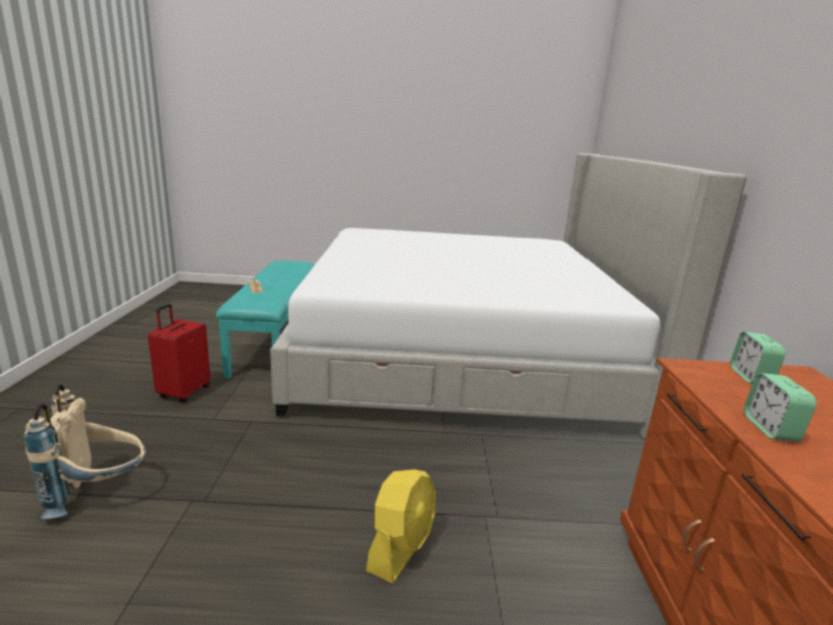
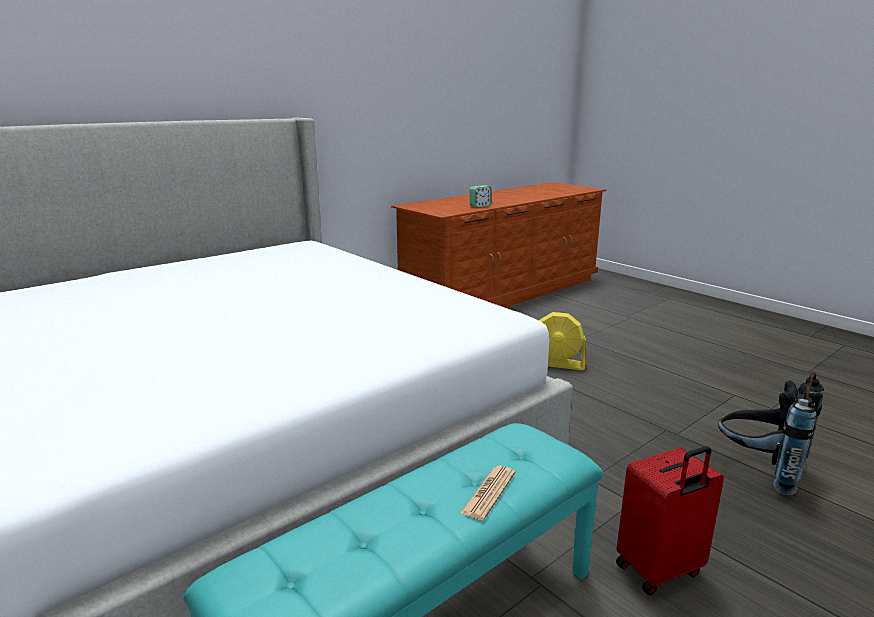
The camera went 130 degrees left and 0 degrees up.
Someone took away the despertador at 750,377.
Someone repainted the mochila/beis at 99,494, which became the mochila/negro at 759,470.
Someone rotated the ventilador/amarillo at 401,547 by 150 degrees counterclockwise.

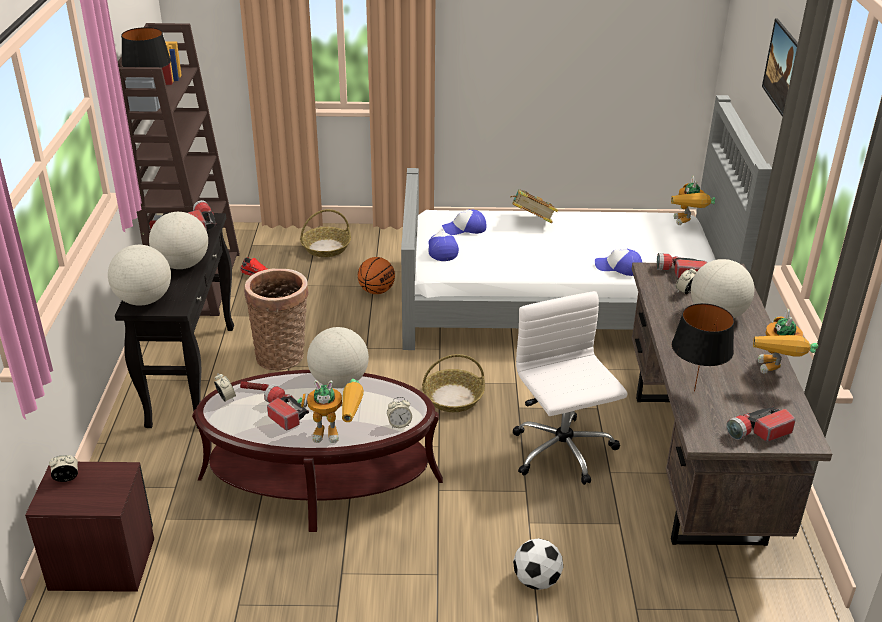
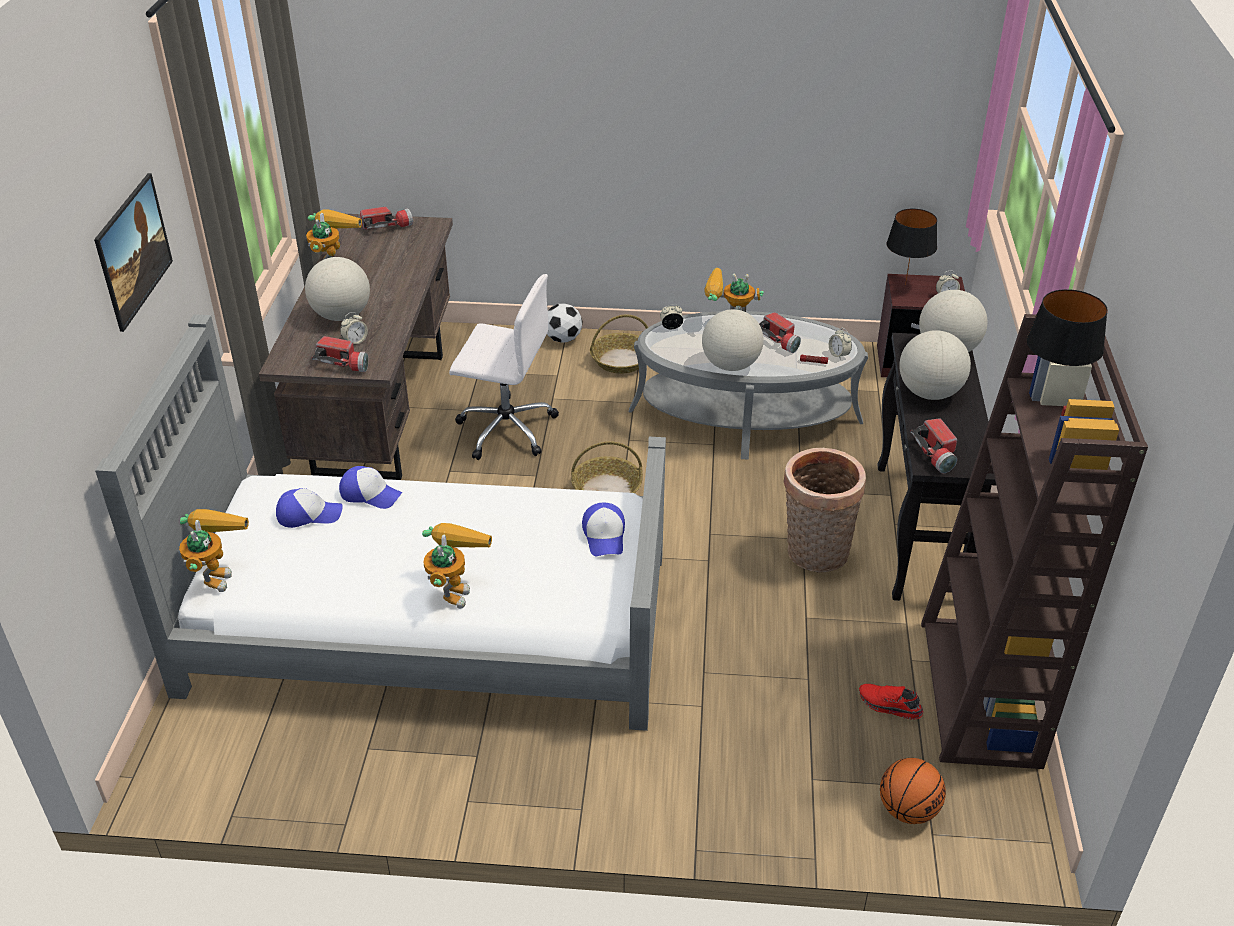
The camera went 175 degrees left and 5 degrees up.
Someone swapped the libro at 532,222 for the robot de juguete at 454,588.
Someone carried the cesta from 326,248 to 621,360.
Someone carried the gorra from 465,229 to 309,514.
Someone carried the balón de baloncesto from 376,291 to 908,810.
Someone rotated the silla de oficina/blanco at 563,452 by 60 degrees counterclockwise.
Someone carried the lámpara de mesa/negro from 694,391 to 905,285.
Someone repainted the mesa de centro/marrón at 320,478, which became the mesa de centro/gris at 745,416.

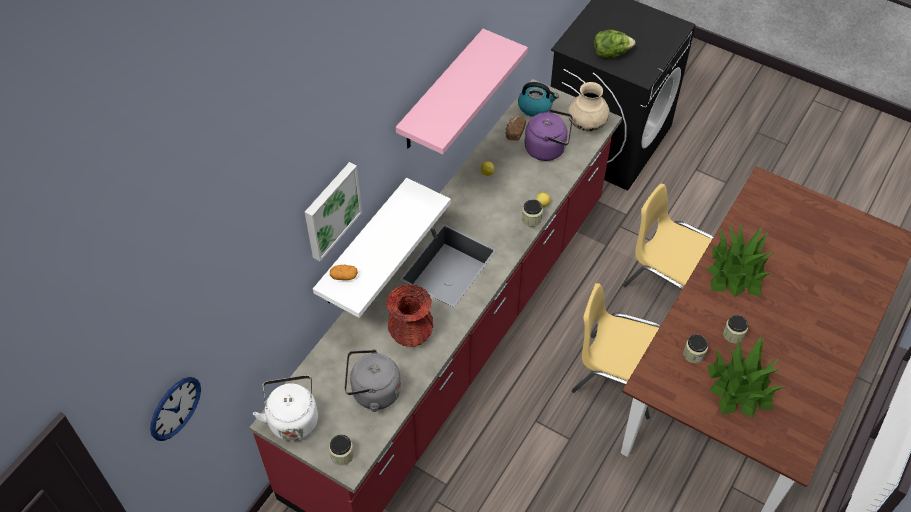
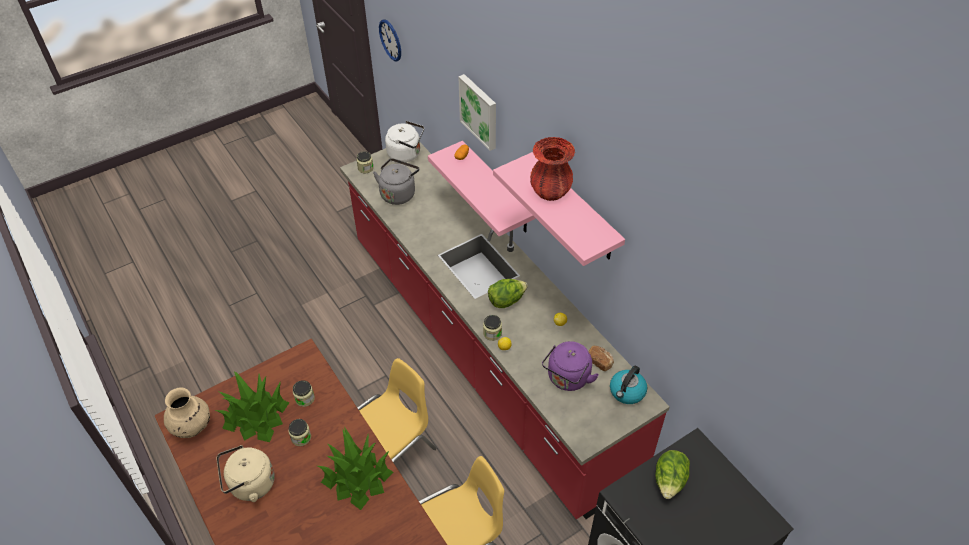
The camera went 115 degrees right and 5 degrees down.
Someone carried the florero/beis from 586,125 to 192,427.
Someone repainted the estante/blanco at 362,244, which became the estante/rosa at 497,189.
Someone carried the florero/rojo from 411,334 to 550,191.
Someone put down the lechuga at 506,300.
Someone put down the hervidor/beis at 249,485.

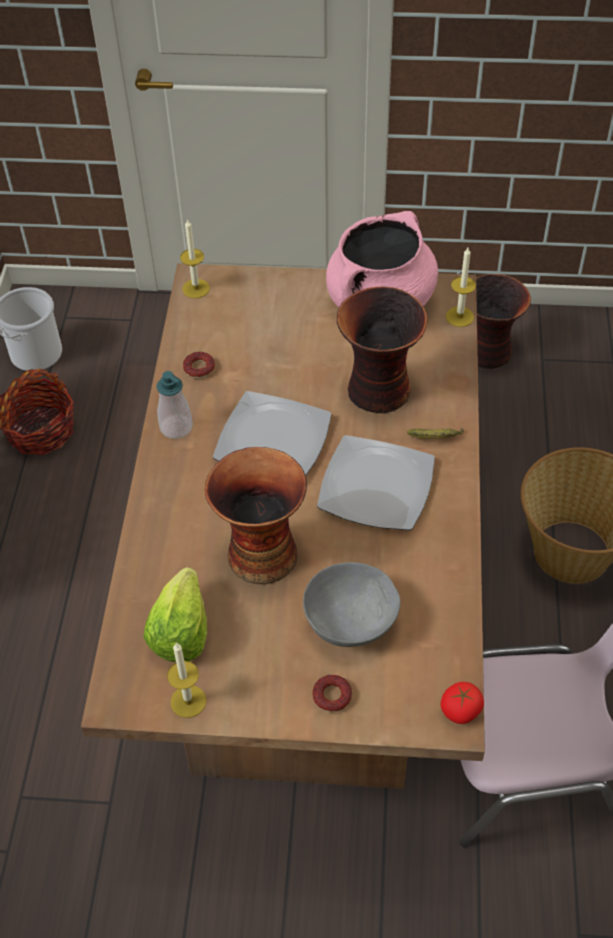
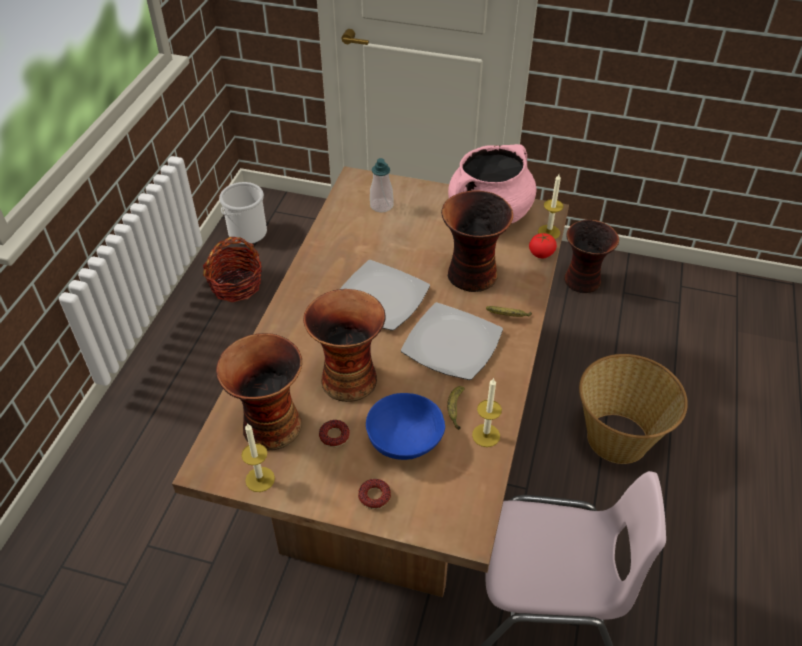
The camera went 10 degrees right and 5 degrees down.
Someone carried the vela from 196,288 to 486,435.
Someone carried the rosquilla from 199,368 to 334,436.
Someone carried the dispensador de jabón from 176,427 to 381,206.
Someone repainted the cuenco/gris at 350,621, which became the cuenco/azul at 405,441.
Someone swapped the lechuga at 181,632 for the florero at 269,426.
Someone carried the tomate from 460,710 to 541,254.
Someone put down the plátano at 455,409.

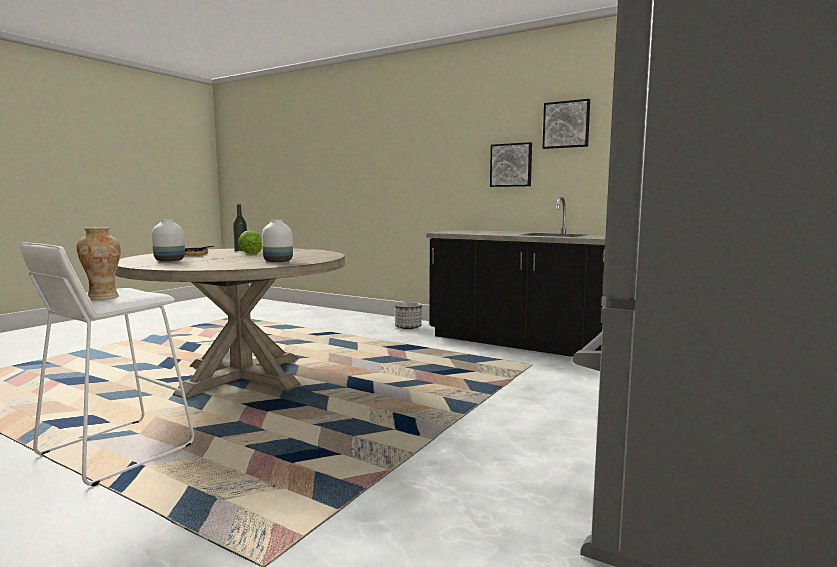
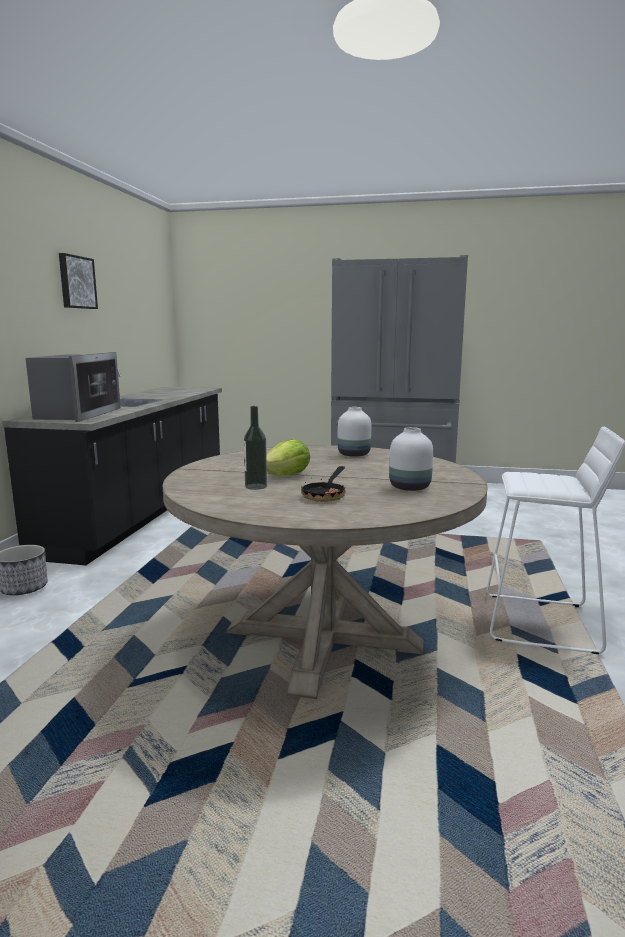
The camera went 110 degrees left and 5 degrees up.
Someone took away the cuadro at 511,165.
Someone took away the florero at 103,297.
Someone put down the microondas at 77,414.

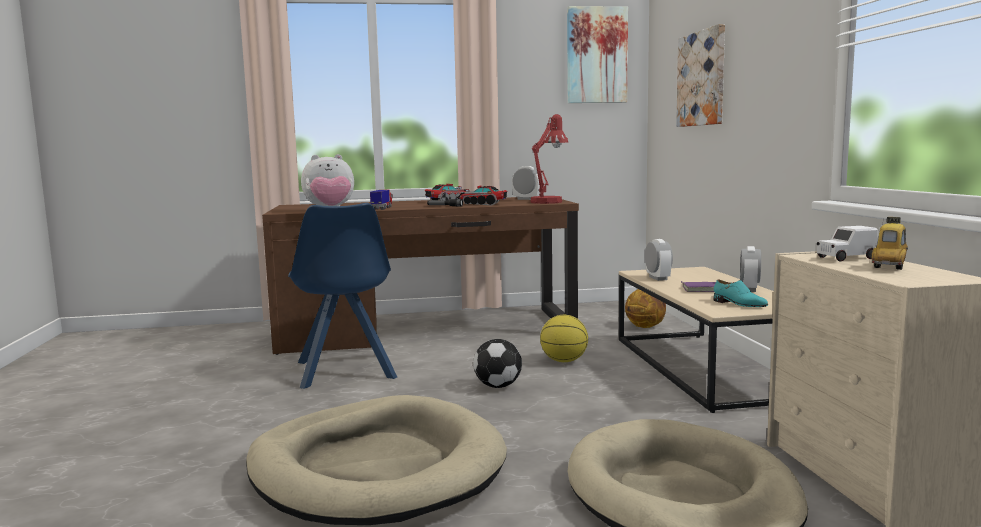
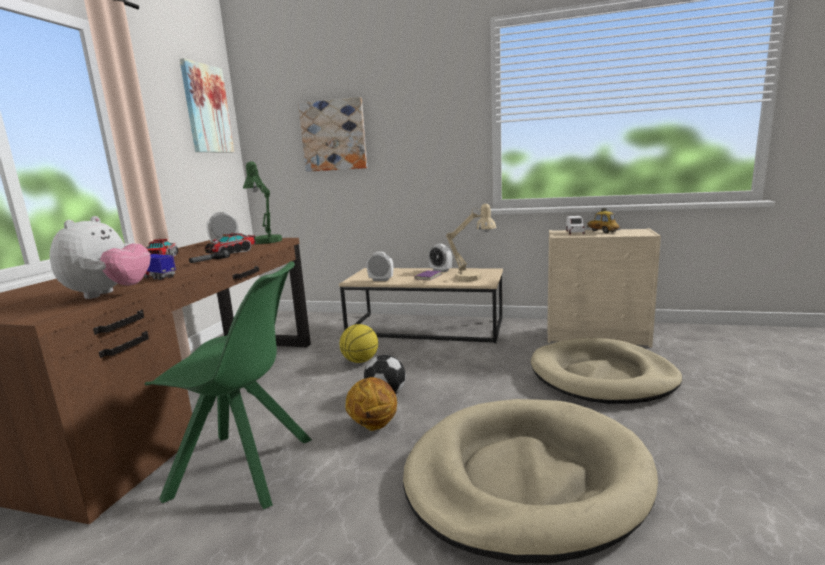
The camera went 65 degrees left and 5 degrees up.
Someone repainted the lámpara de mesa/rojo at 549,201, which became the lámpara de mesa/verde at 265,240.
Someone repainted the silla/azul at 345,371, which became the silla/verde at 246,468.
Someone swapped the zapato/turquesa at 739,304 for the lámpara de mesa/beis at 473,277.
Someone carried the balón de baloncesto from 645,326 to 373,425.

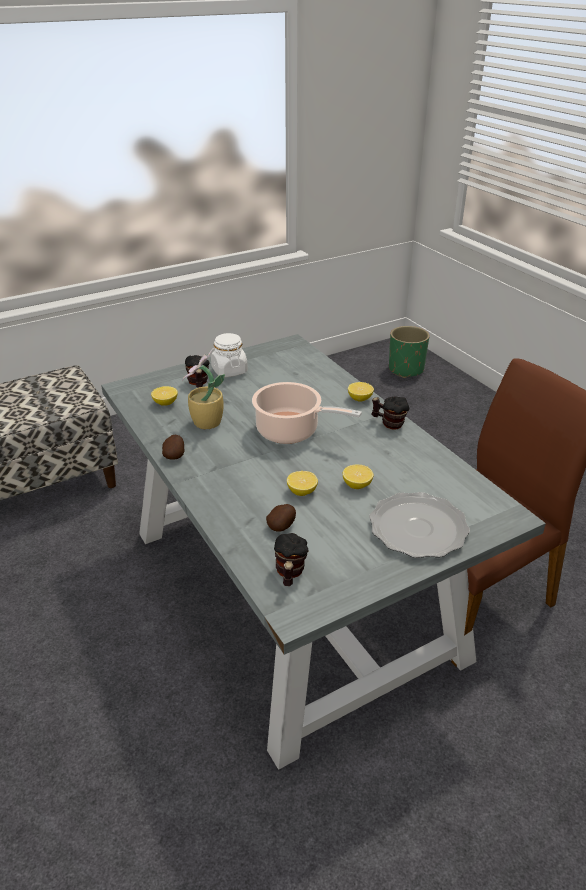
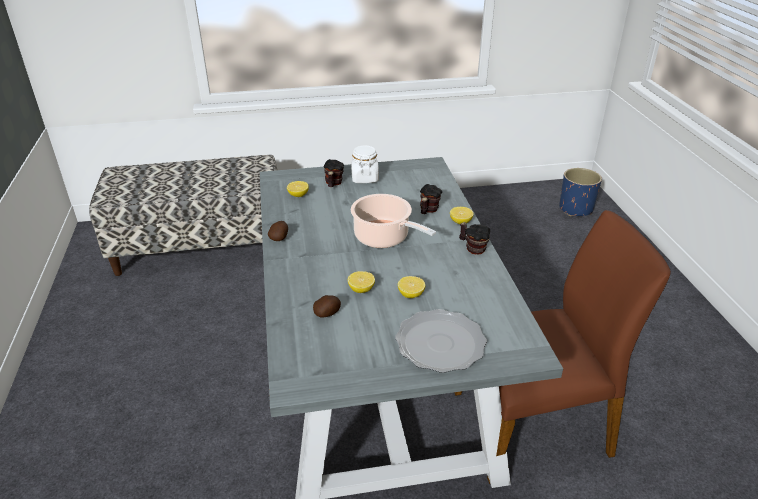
The camera went 20 degrees right and 0 degrees up.
Someone repainted the maceta/verde at 406,370, which became the maceta/azul at 575,209.
Someone took away the planta en maceta at 206,423.
Someone carried the taza grande from 289,574 to 428,211.

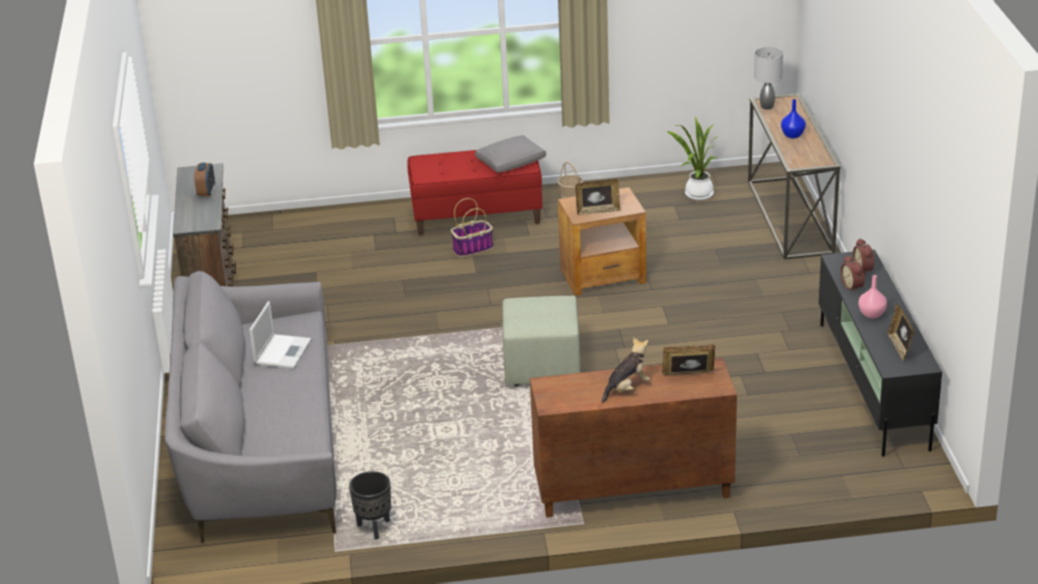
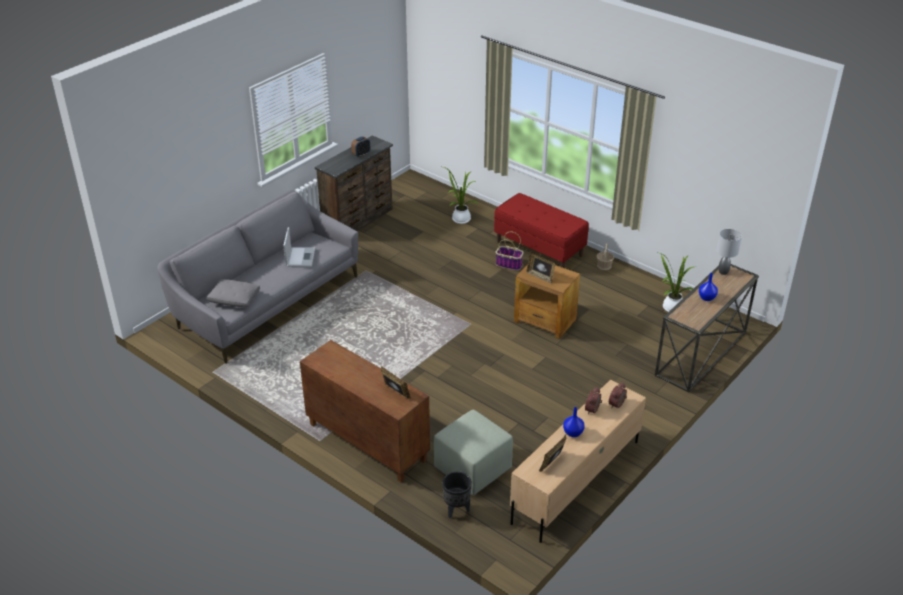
The camera went 45 degrees right and 5 degrees up.
Someone carried the cojín/gris from 510,162 to 233,299.
Someone repainted the mueble de televisión/negro at 873,386, which became the mueble de televisión/beis at 575,482.
Someone repainted the florero/rosa at 871,314, which became the florero/azul at 572,433.
Someone carried the puf/verde from 541,368 to 471,468.
Someone rotated the portátil at 283,351 by 60 degrees counterclockwise.
Someone took away the peluche at 627,388.
Someone carried the maceta/negro from 374,528 to 456,509.
Someone put down the planta en maceta at 460,219.

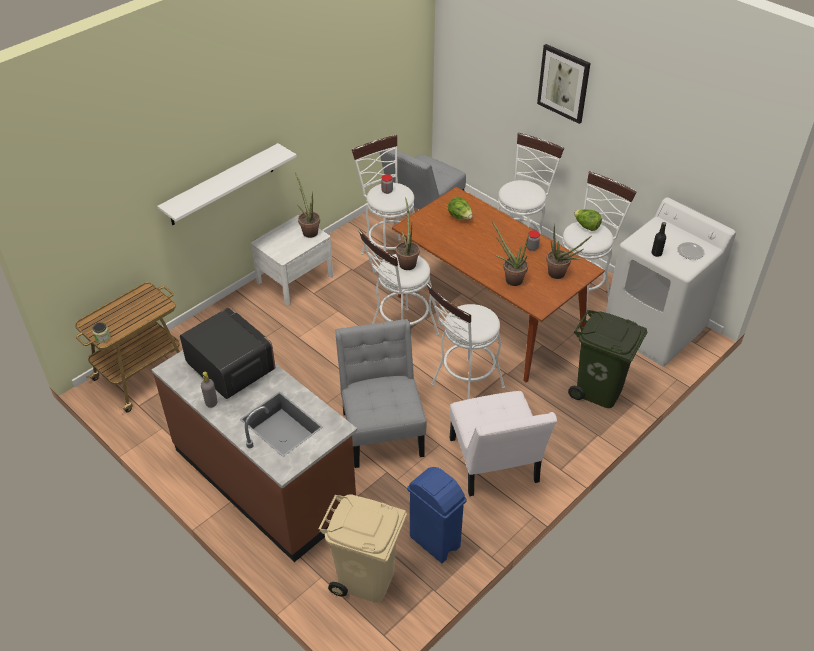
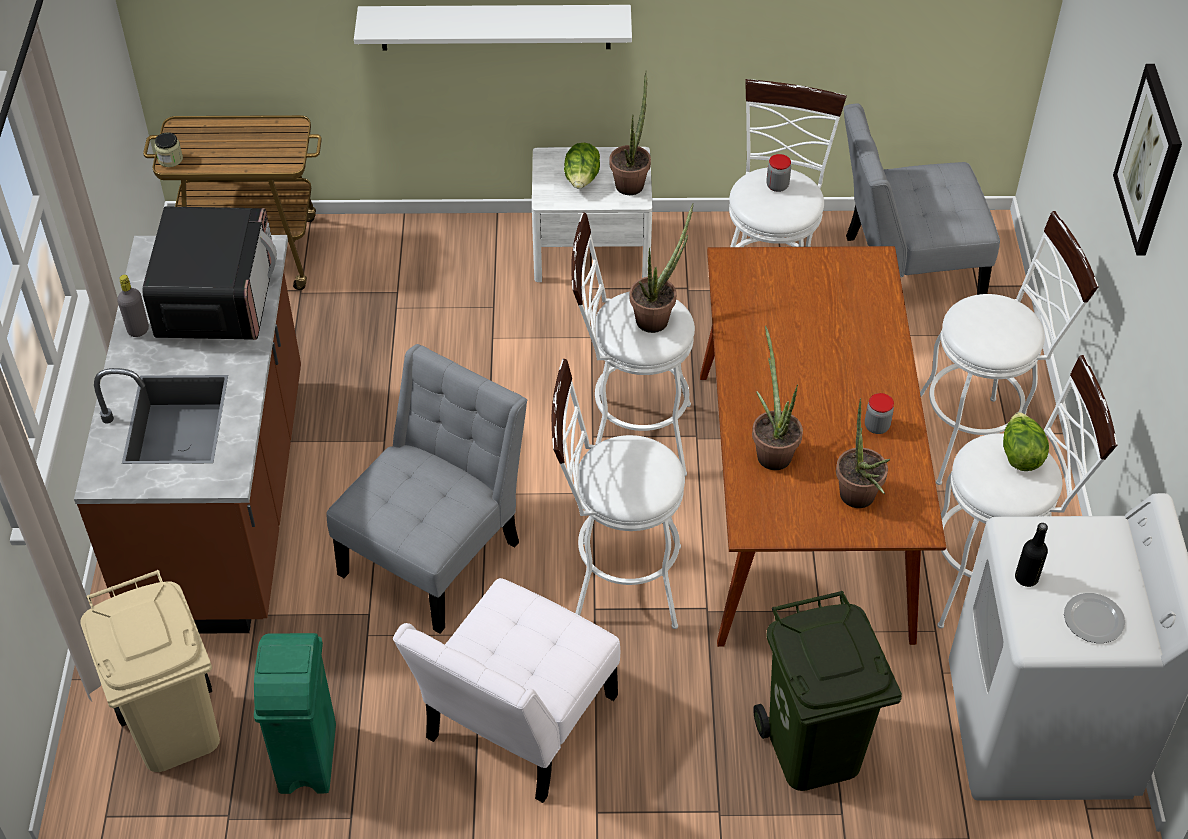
The camera went 45 degrees right and 5 degrees up.
Someone carried the lechuga from 460,217 to 582,180.
Someone repainted the papelera/azul at 435,542, which became the papelera/verde at 307,759.

